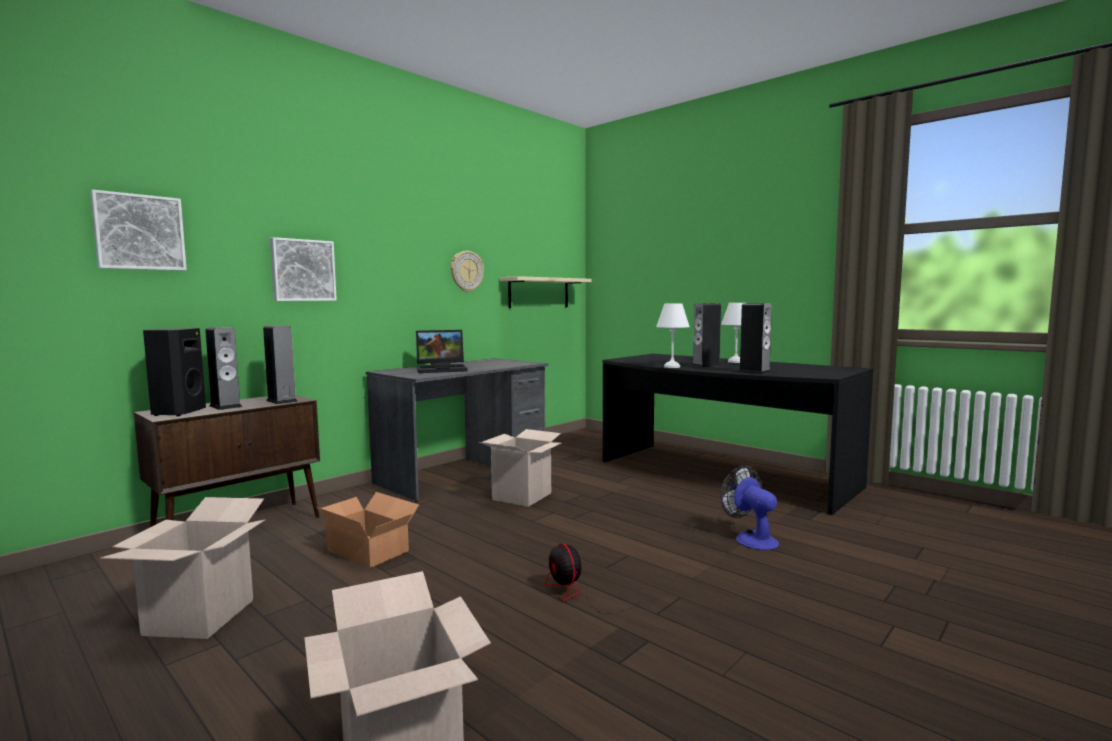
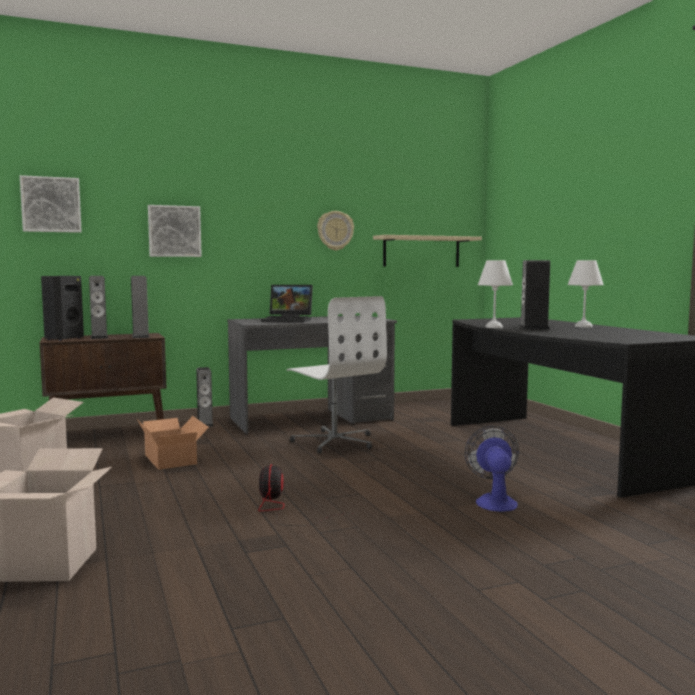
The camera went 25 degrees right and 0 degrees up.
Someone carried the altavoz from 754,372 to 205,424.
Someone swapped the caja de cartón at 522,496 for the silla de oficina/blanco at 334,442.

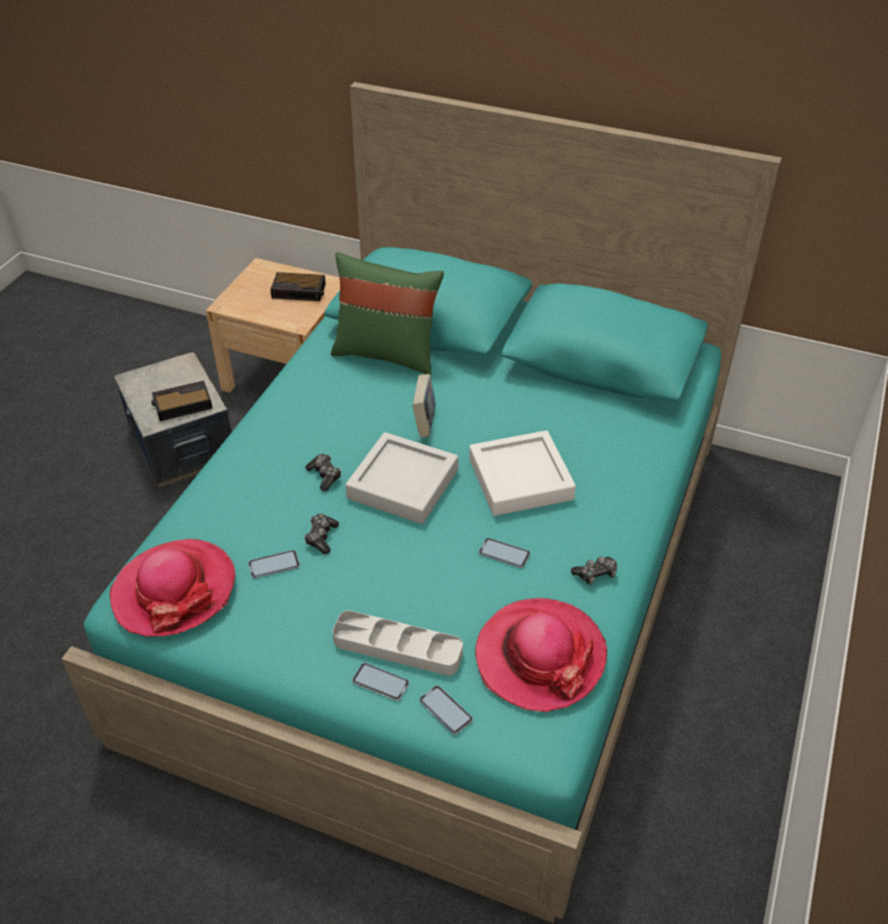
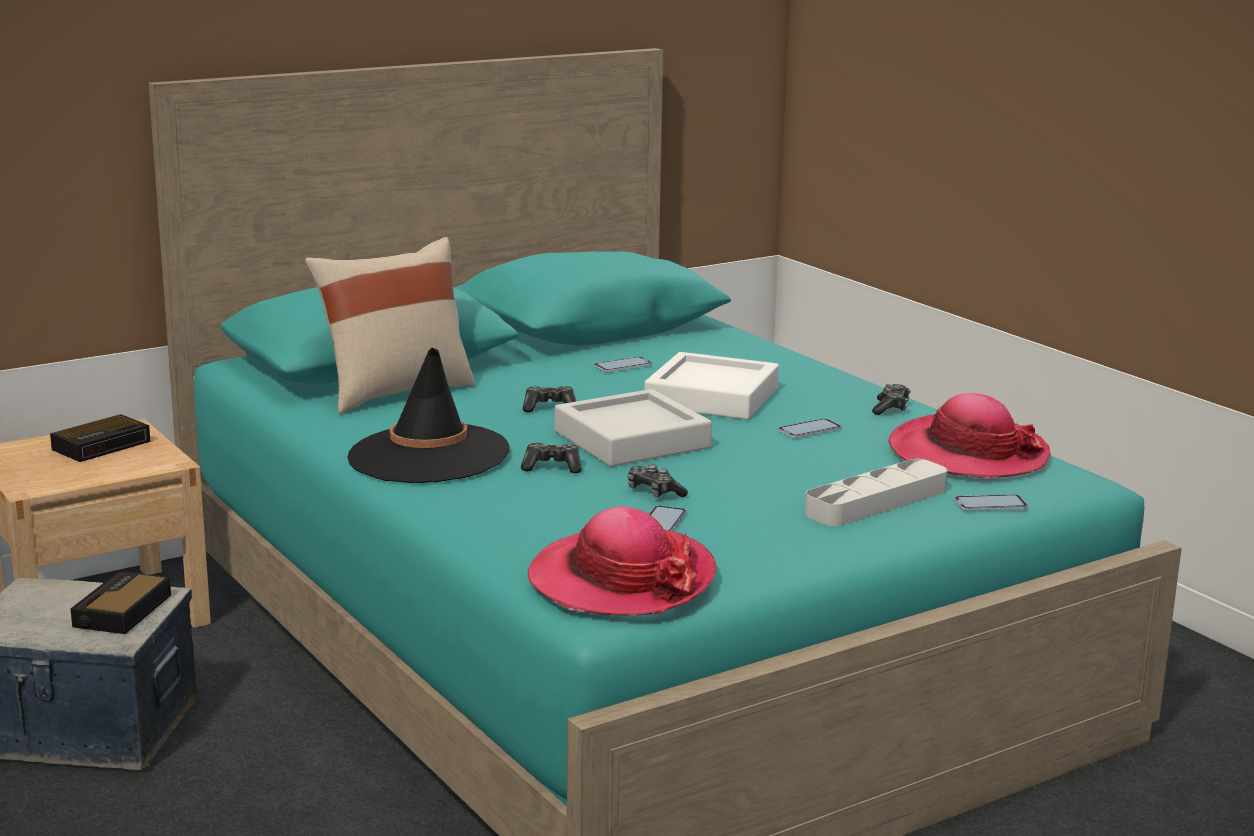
The camera went 55 degrees left and 25 degrees down.
Someone repainted the cojín/verde at 387,354, which became the cojín/beis at 394,392.
Someone swapped the libro at 424,423 for the mando de consola at 549,408.
Someone carried the móvil from 380,682 to 622,366.
Someone put down the sombrero/negro at 429,455.

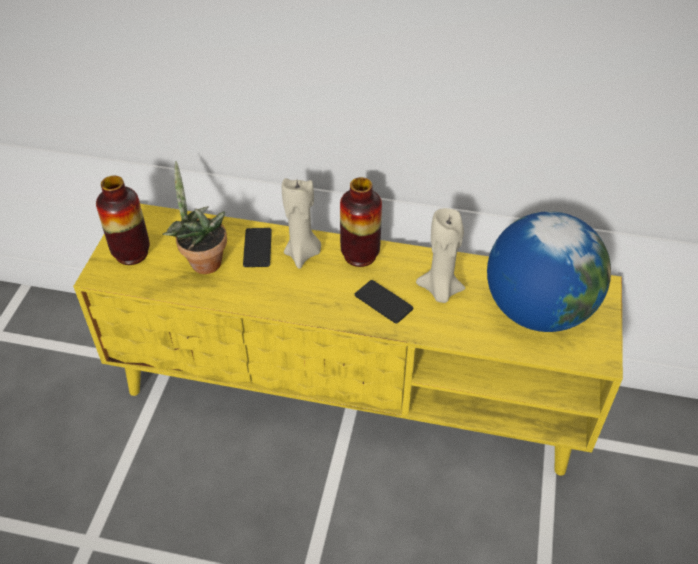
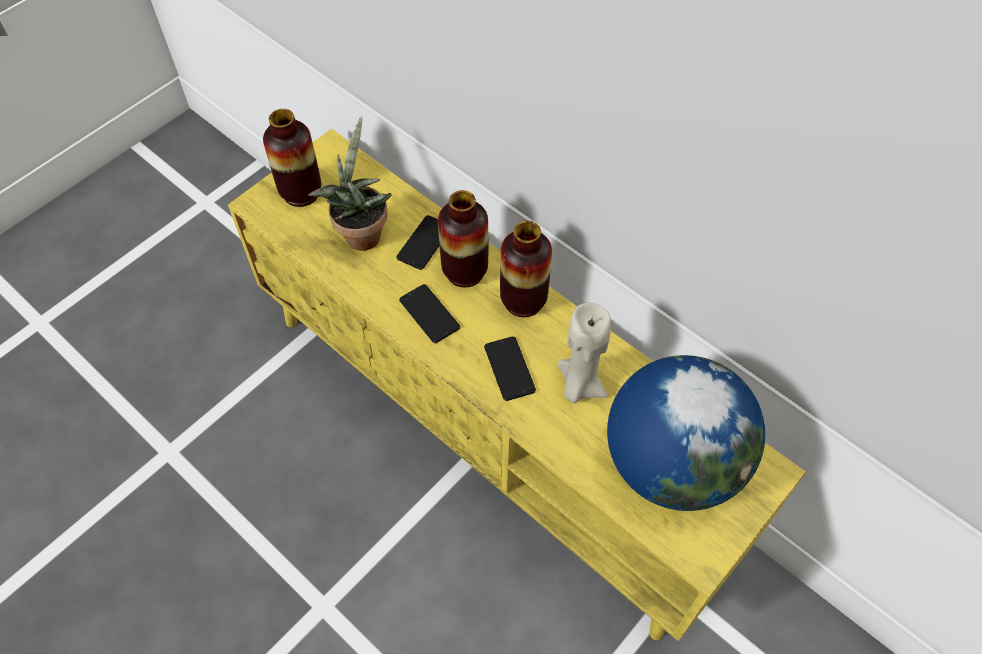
The camera went 30 degrees right and 10 degrees up.
Someone swapped the vela/beis at 302,254 for the florero at 465,271.
Someone put down the móvil at 429,314.

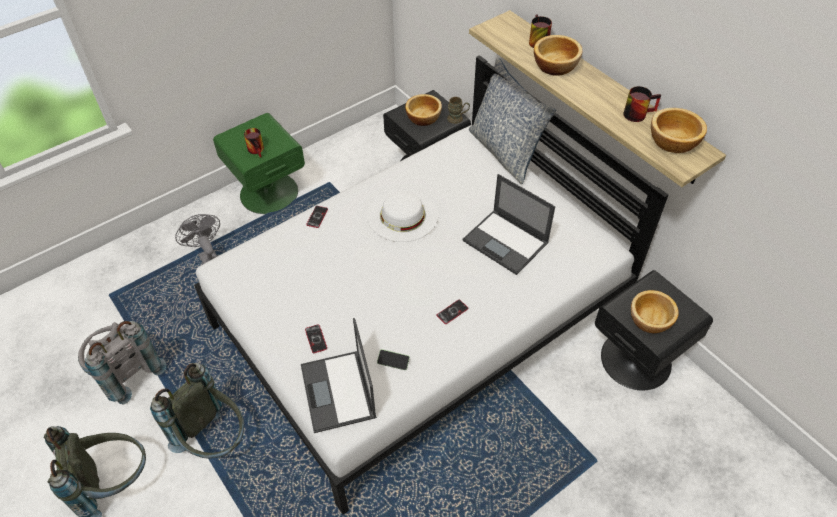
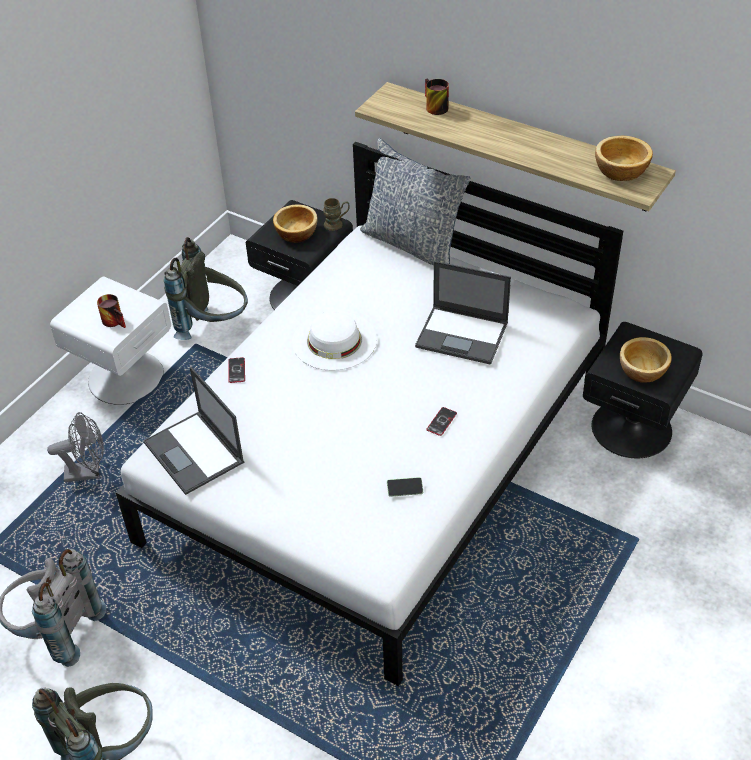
The camera went 20 degrees left and 5 degrees down.
Someone took away the cuenco at 555,65.
Someone took away the taza grande at 637,113.
Someone repainted the mesita de noche/verde at 268,192, which became the mesita de noche/blanco at 125,376.
Someone rotated the ventilador/gris at 208,257 by 135 degrees clockwise.
Someone carried the portátil from 338,392 to 195,453.
Someone took away the móvil at 316,339.
Someone carried the mochila/gris from 215,441 to 214,326.

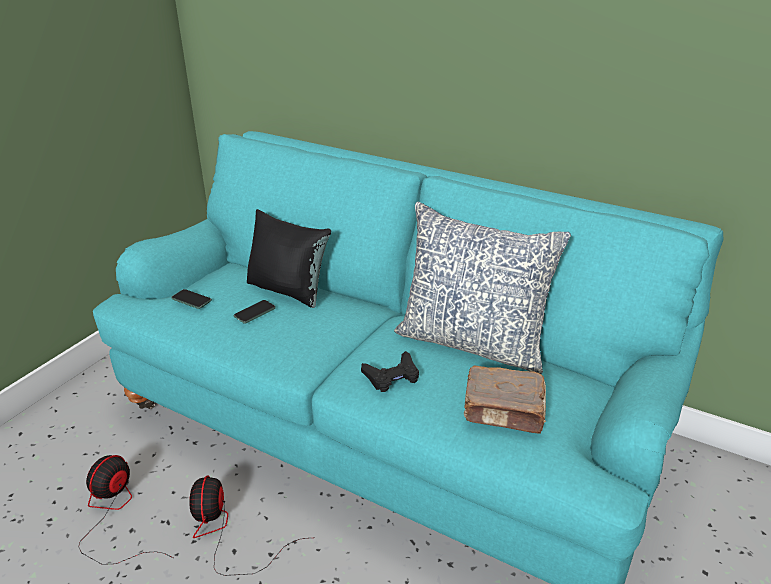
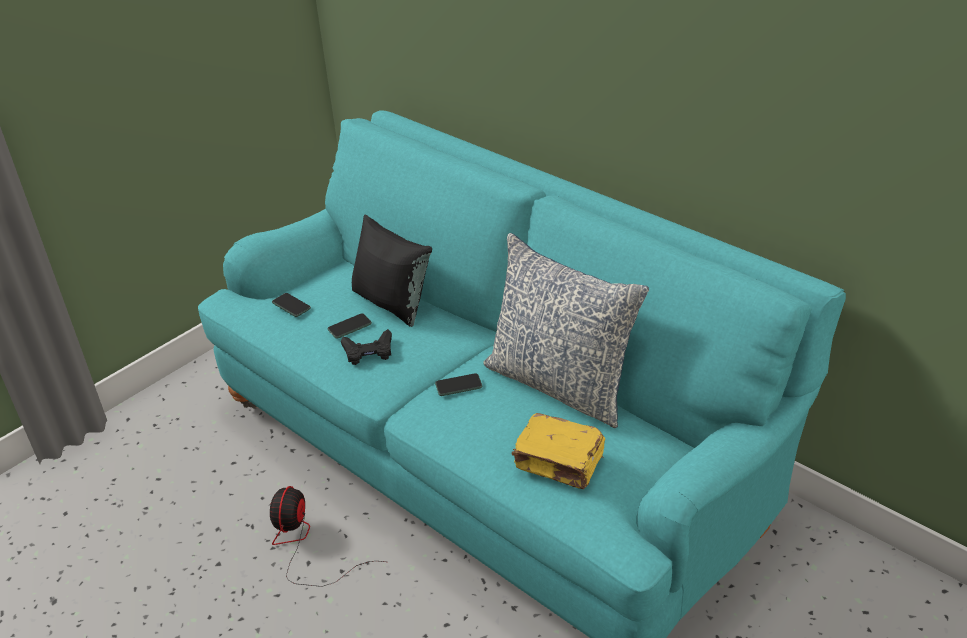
The camera went 15 degrees right and 5 degrees up.
Someone carried the mando de consola/negro from 392,376 to 368,351.
Someone repainted the libro/marrón at 504,411, which became the libro/amarillo at 560,462.
Someone took away the ventilador at 115,515.
Someone put down the móvil at 458,385.

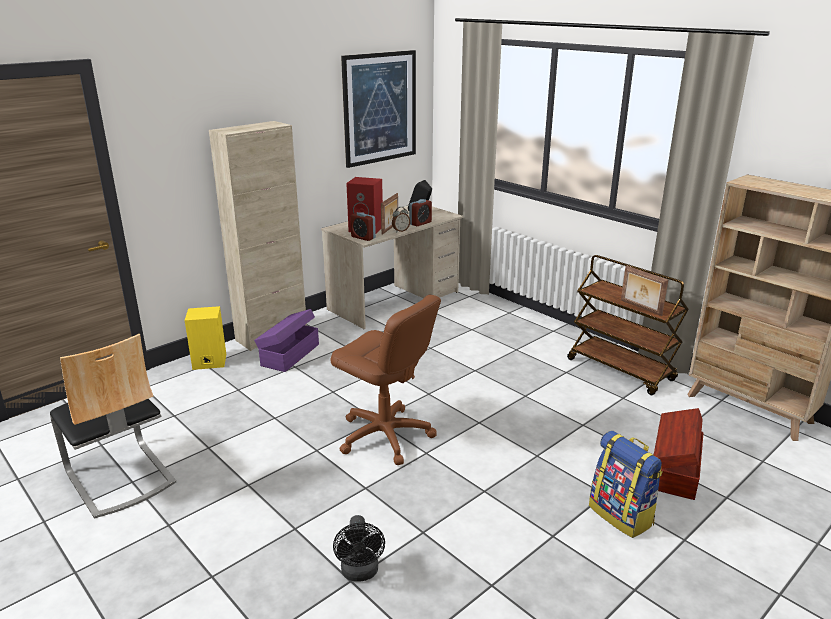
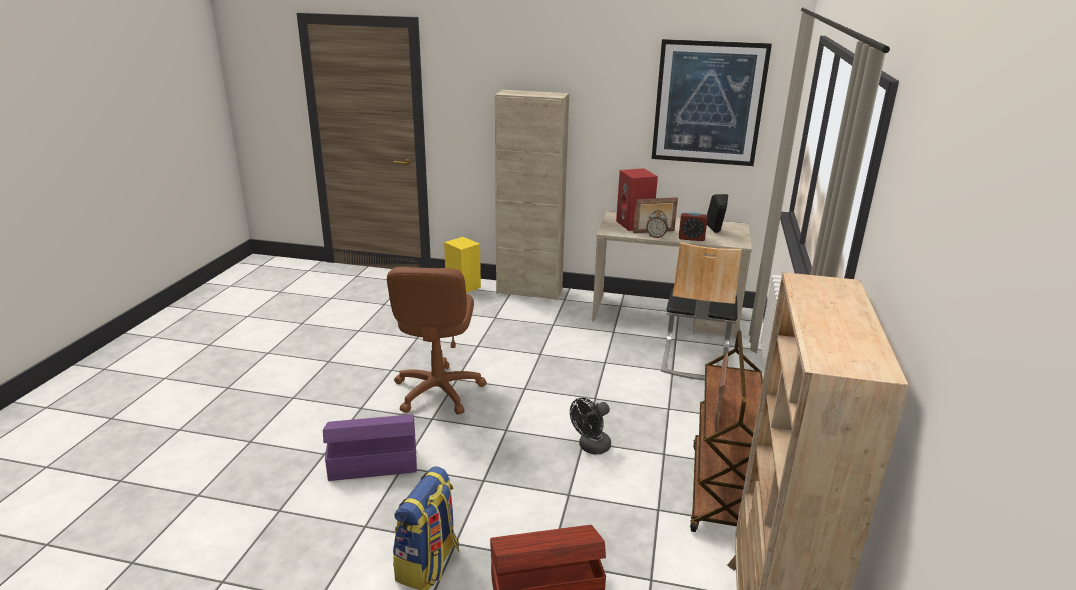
The camera went 55 degrees right and 0 degrees up.
Someone took away the despertador at 363,237.
Someone carried the caja de almacenaje/morado from 289,355 to 372,463.
Someone carried the silla from 119,477 to 694,358.
Someone carried the ventilador/negro from 360,573 to 591,448.

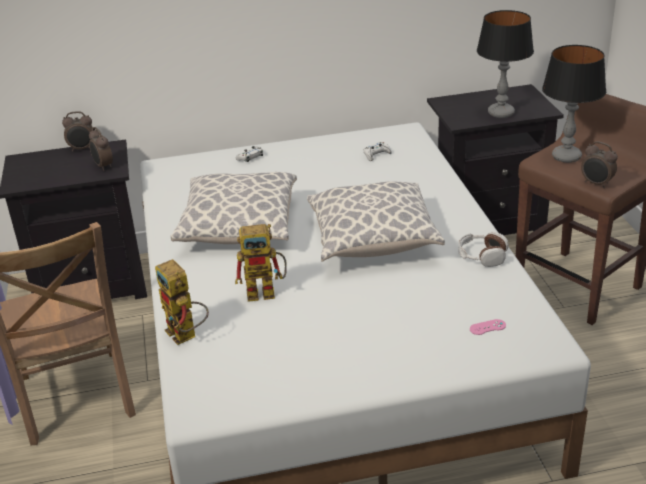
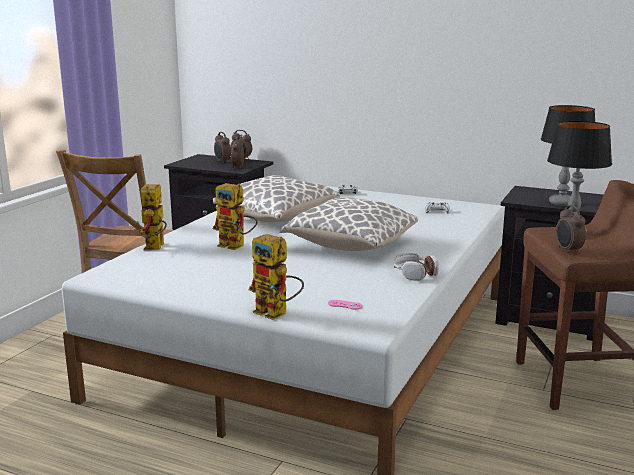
The camera went 35 degrees right and 15 degrees down.
Someone put down the despertador at 222,162.
Someone put down the robot de juguete at 277,314.

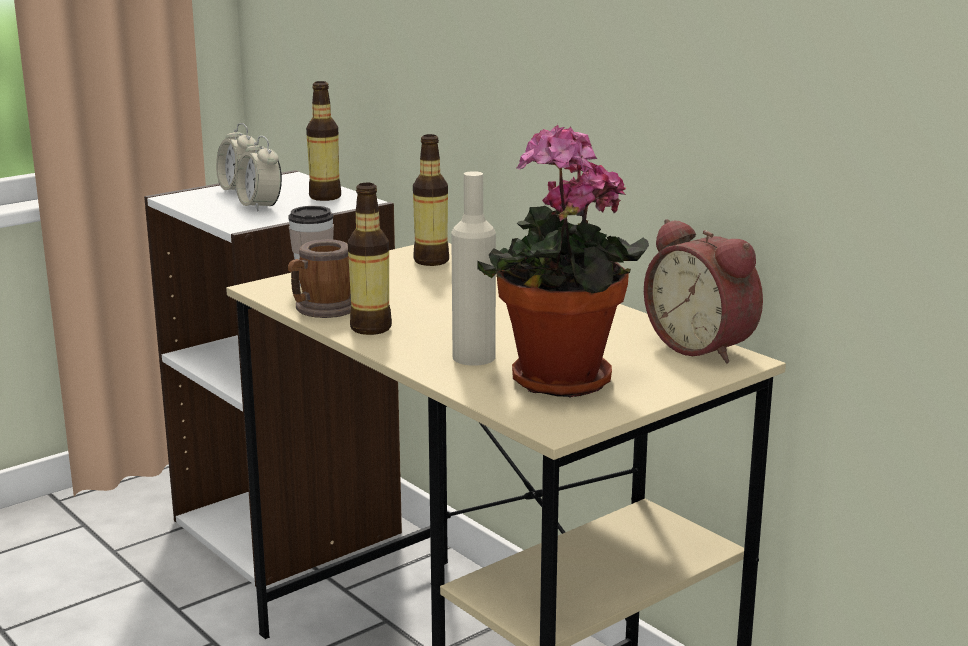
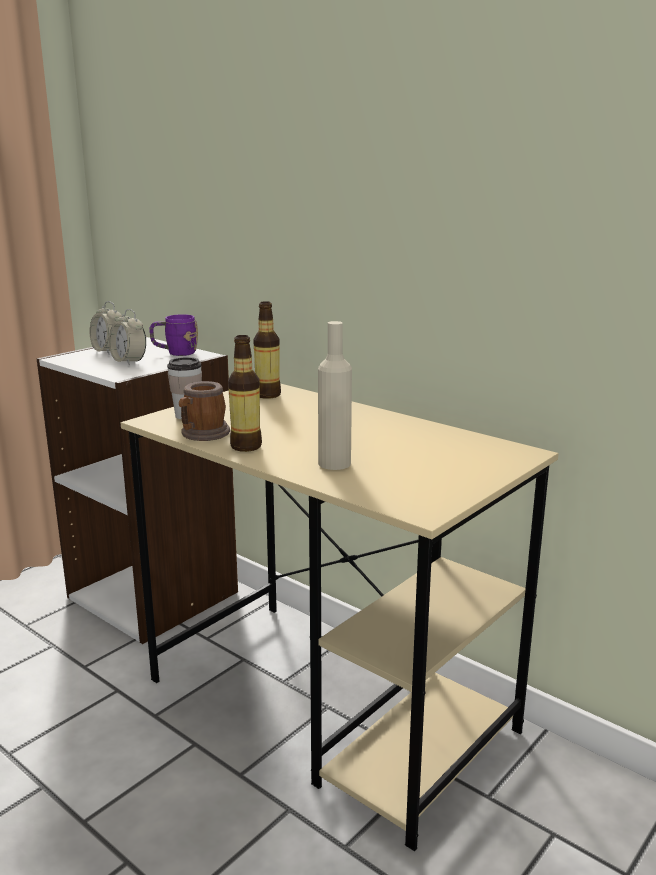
The camera went 10 degrees left and 0 degrees up.
Someone swapped the botella at 325,197 for the taza grande/morado at 175,353.
Someone took away the planta en maceta at 558,384.
Someone took away the despertador at 704,347.

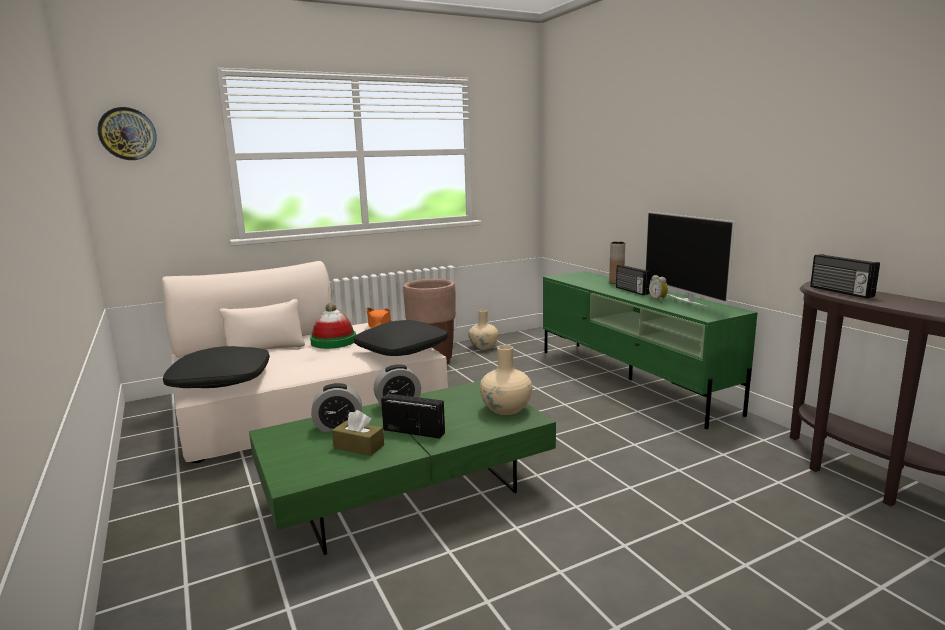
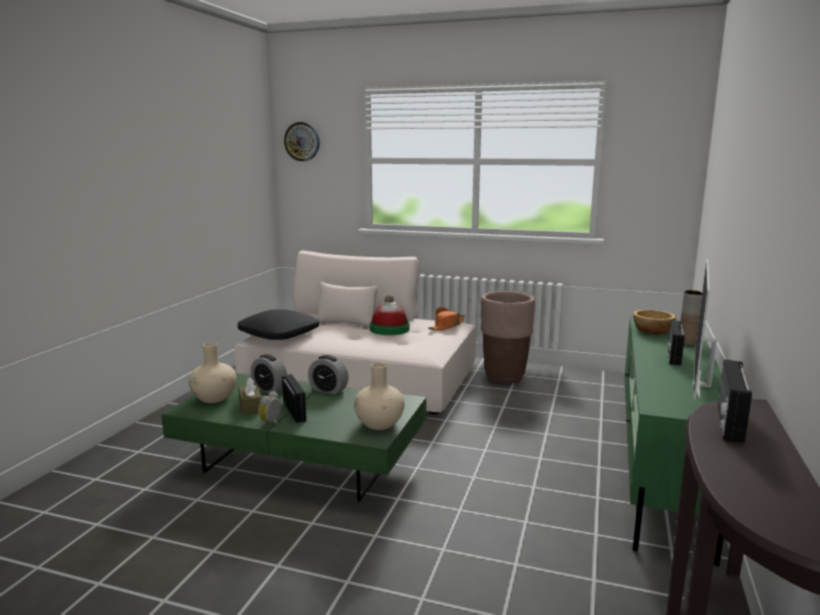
The camera went 45 degrees right and 0 degrees up.
Someone carried the despertador from 658,300 to 272,423.
Someone carried the florero/beis from 483,347 to 214,398.
Someone took away the cojín/negro at 401,349.
Someone put down the cuenco at 653,331.

